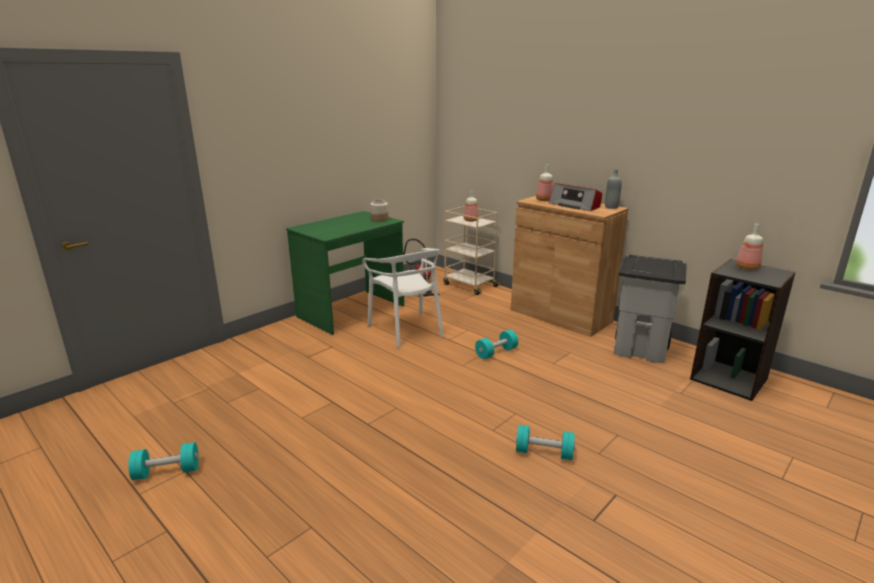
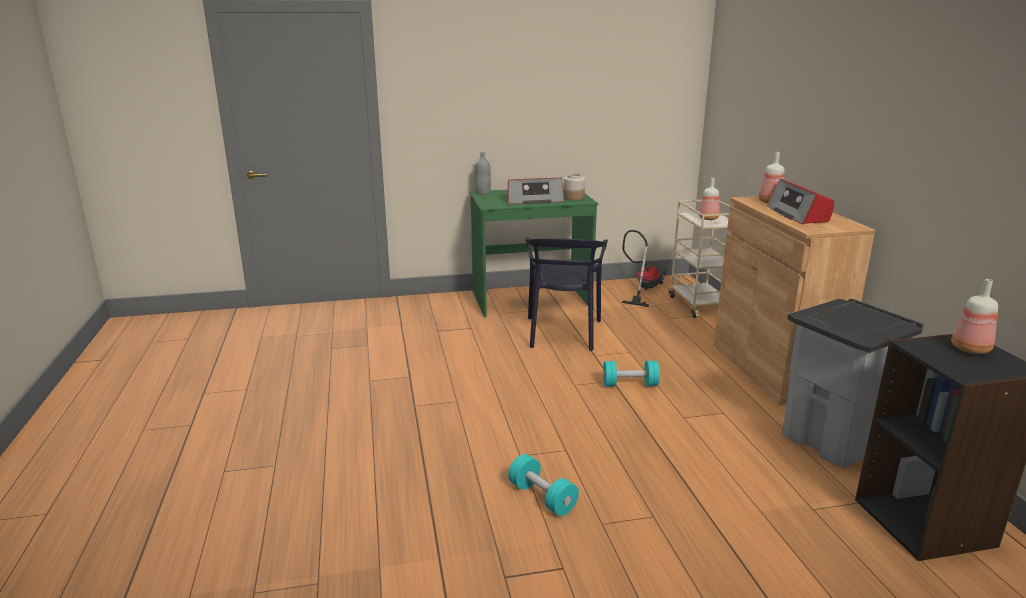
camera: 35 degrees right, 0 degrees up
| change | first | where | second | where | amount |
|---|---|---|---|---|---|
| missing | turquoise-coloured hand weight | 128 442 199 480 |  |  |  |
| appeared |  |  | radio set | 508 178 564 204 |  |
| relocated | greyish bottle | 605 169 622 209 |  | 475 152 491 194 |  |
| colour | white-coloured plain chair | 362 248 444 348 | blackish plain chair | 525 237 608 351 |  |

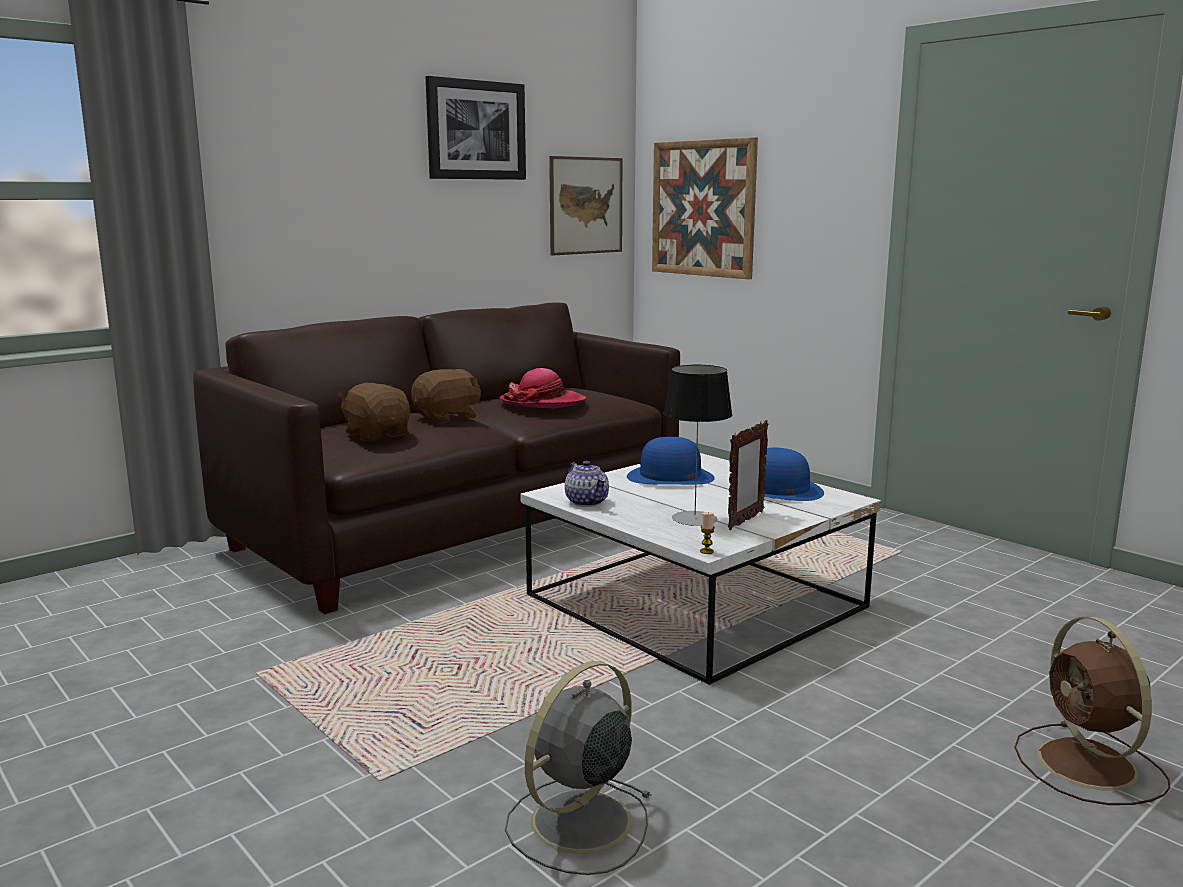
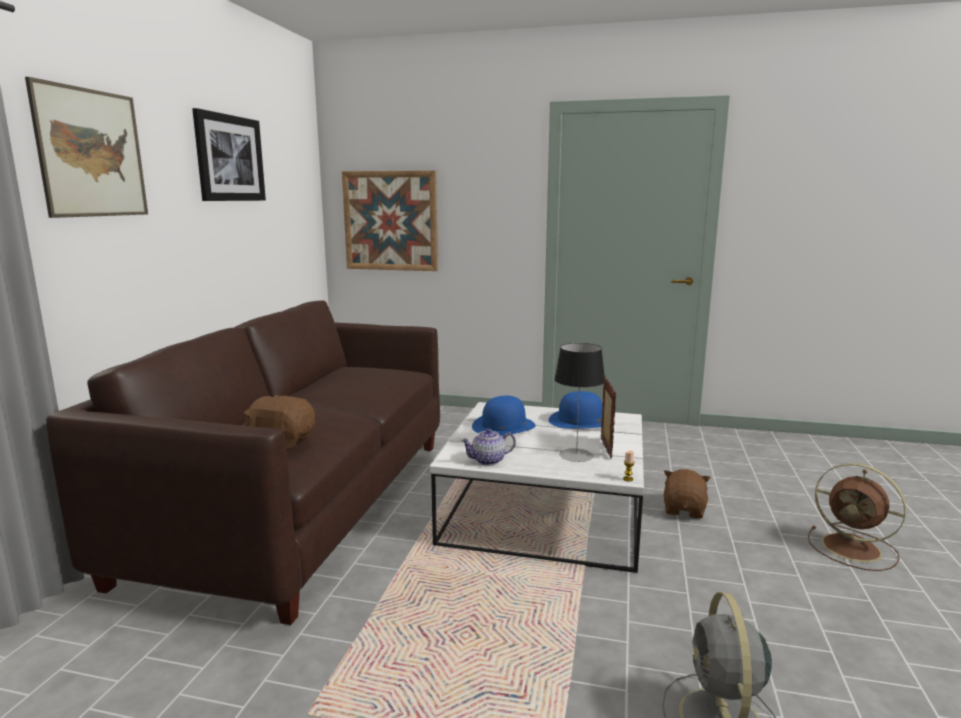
camera: 35 degrees left, 0 degrees up
| change | first | where | second | where | amount |
|---|---|---|---|---|---|
| missing | wearable hat | 499 368 587 409 |  |  |  |
| relocated | brown soft toy | 411 369 481 423 |  | 664 469 711 519 |  |
| relocated | picture | 549 156 622 256 |  | 25 77 148 218 |  |
| spun | tea pot | 565 461 609 507 |  | 461 428 516 465 | 135 degrees clockwise |

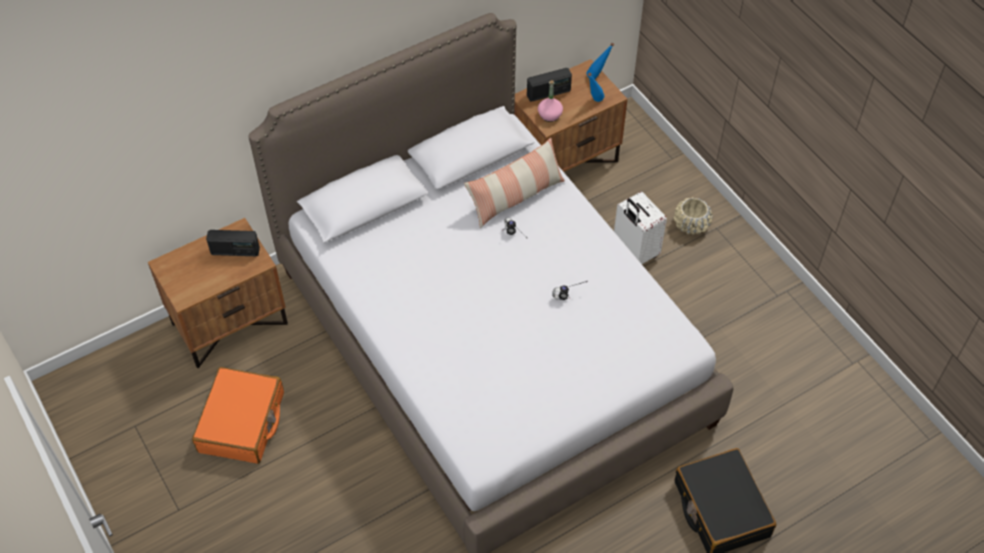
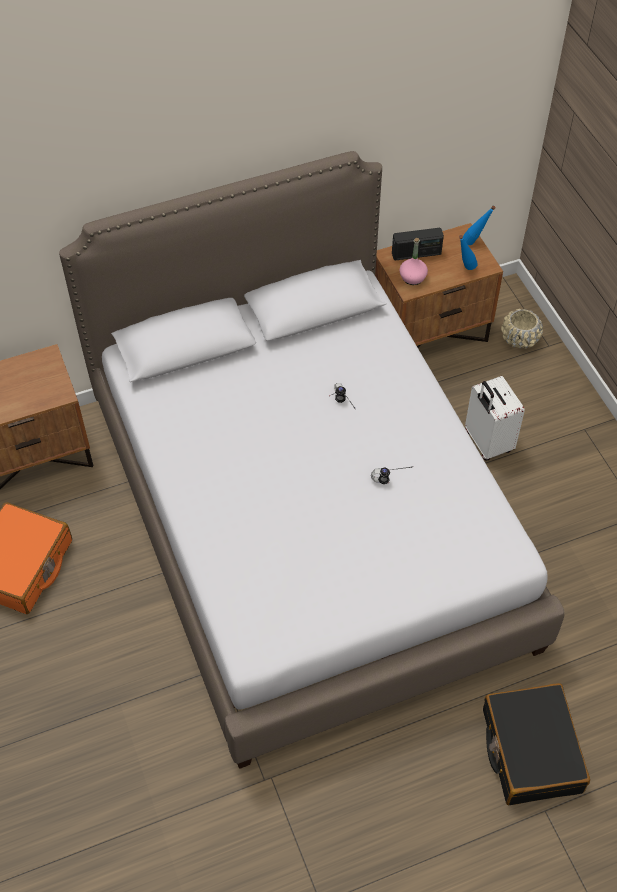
camera: 10 degrees right, 0 degrees up
| change | first | where | second | where | amount |
|---|---|---|---|---|---|
| missing | radio set | 206 230 260 256 |  |  |  |
| missing | throw pillow | 464 138 565 228 |  |  |  |
| relocated | beige flower pot | 674 197 713 235 |  | 501 309 543 349 |  |

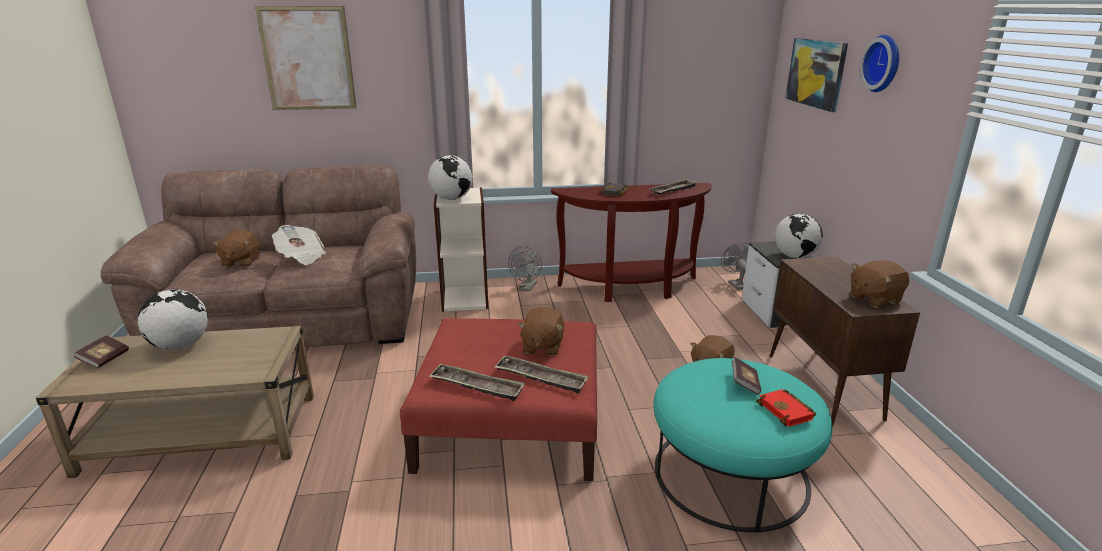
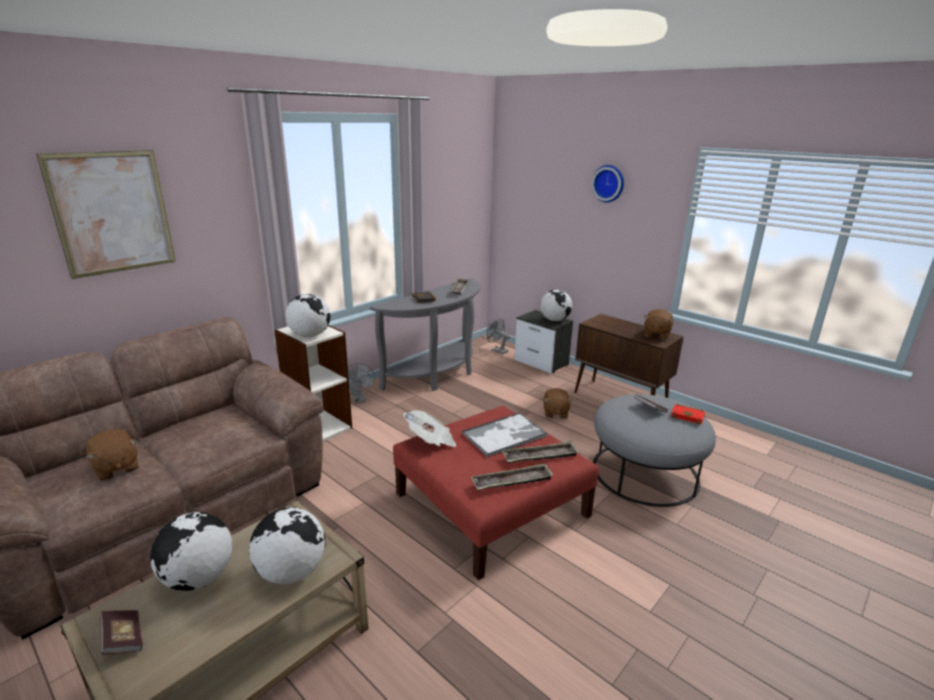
camera: 40 degrees left, 0 degrees up
| change | first | where | second | where | amount |
|---|---|---|---|---|---|
| missing | picture | 785 38 848 112 |  |  |  |
| appeared |  |  | globe | 249 507 325 584 |  |
| relocated | daily paper | 272 225 326 265 |  | 403 410 457 447 |  |
| exchanged | brown soft toy | 518 307 564 356 | tray | 462 413 547 457 |  |
| colour | brown hall table | 551 183 712 302 | greyish hall table | 370 278 480 391 |  |
| colour | turquoise-coloured pouffe | 653 358 832 532 | greyish pouffe | 593 394 716 507 |  |

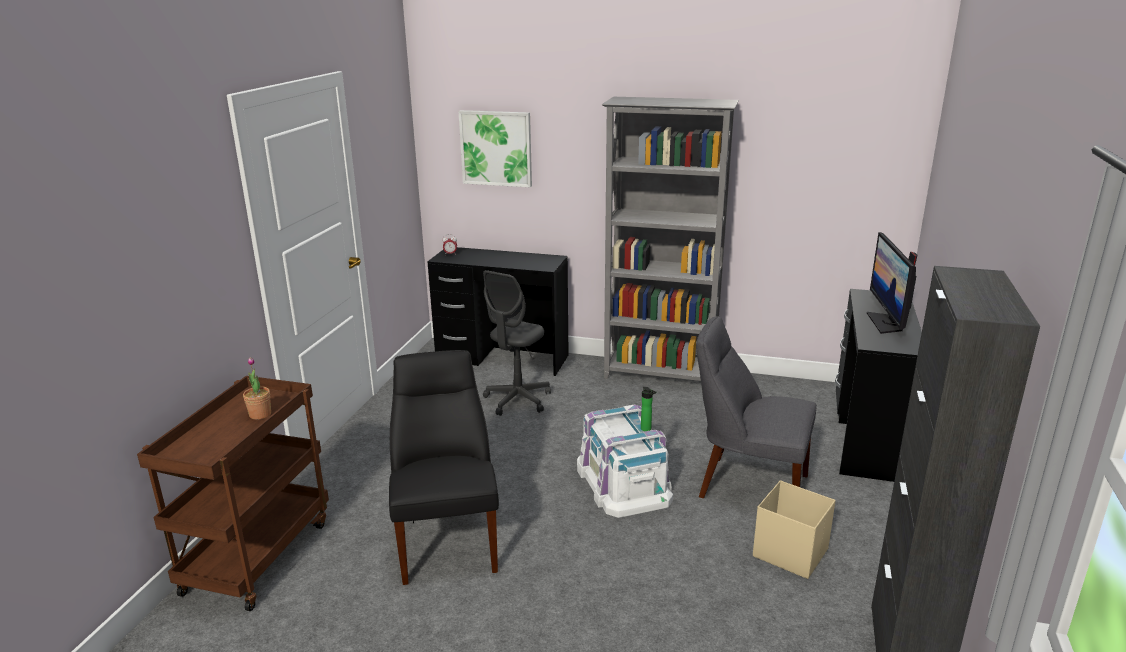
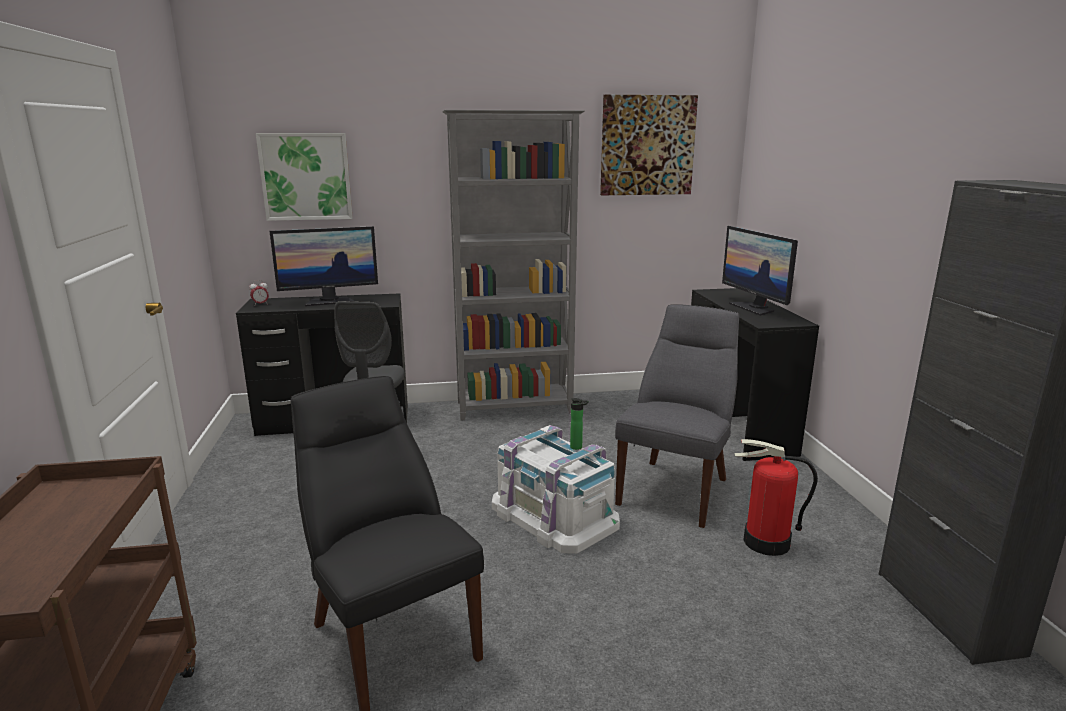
camera: 25 degrees left, 5 degrees down
| change | first | where | second | where | amount |
|---|---|---|---|---|---|
| missing | houseplant | 243 357 271 420 |  |  |  |
| appeared |  |  | computer screen | 269 226 378 306 |  |
| appeared |  |  | picture | 600 95 698 195 |  |
| exchanged | beige storage container | 753 480 836 579 | fire extinguisher | 734 439 818 556 |  |
| spun | greyish plain chair | 696 316 817 498 |  | 615 304 739 528 | 120 degrees clockwise |

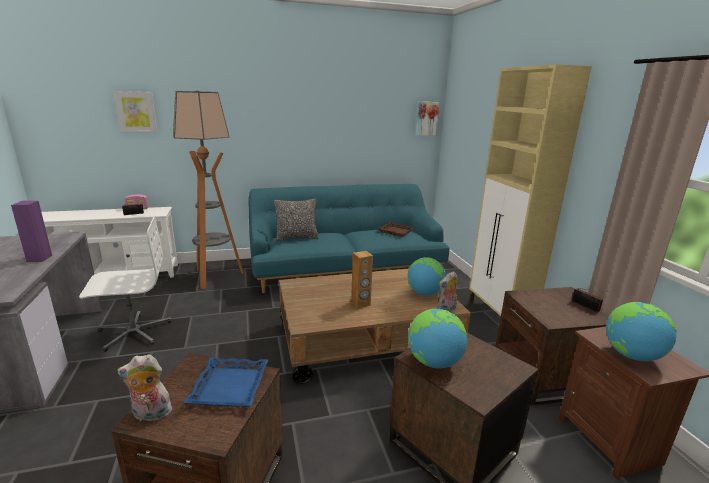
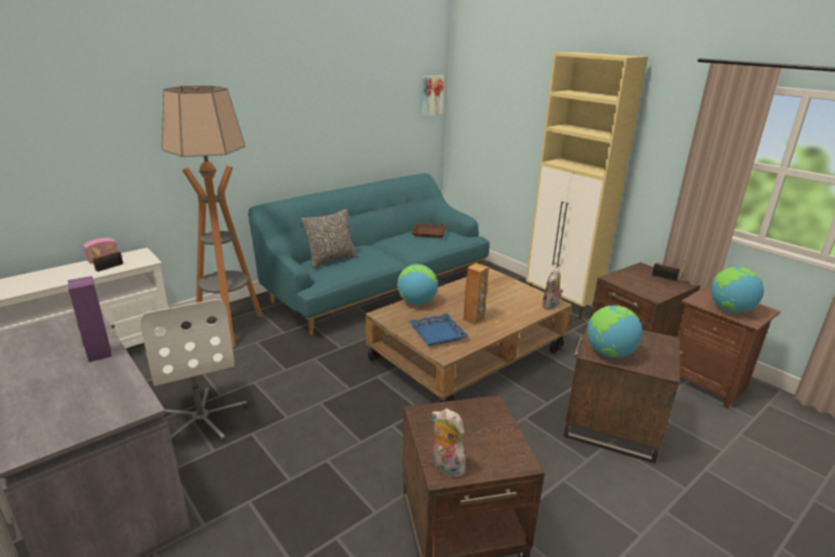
camera: 25 degrees left, 5 degrees up
| change | first | where | second | where | amount |
|---|---|---|---|---|---|
| missing | picture | 114 91 157 133 |  |  |  |
| relocated | blue tray | 183 357 268 407 |  | 409 313 468 346 |  |
| relocated | globe | 407 257 446 296 |  | 397 264 438 305 |  |
| spun | white-coloured computer chair | 79 214 171 352 |  | 140 299 248 442 | 105 degrees clockwise |
| spun | soft toy | 117 354 175 421 |  | 431 409 469 478 | 75 degrees clockwise |

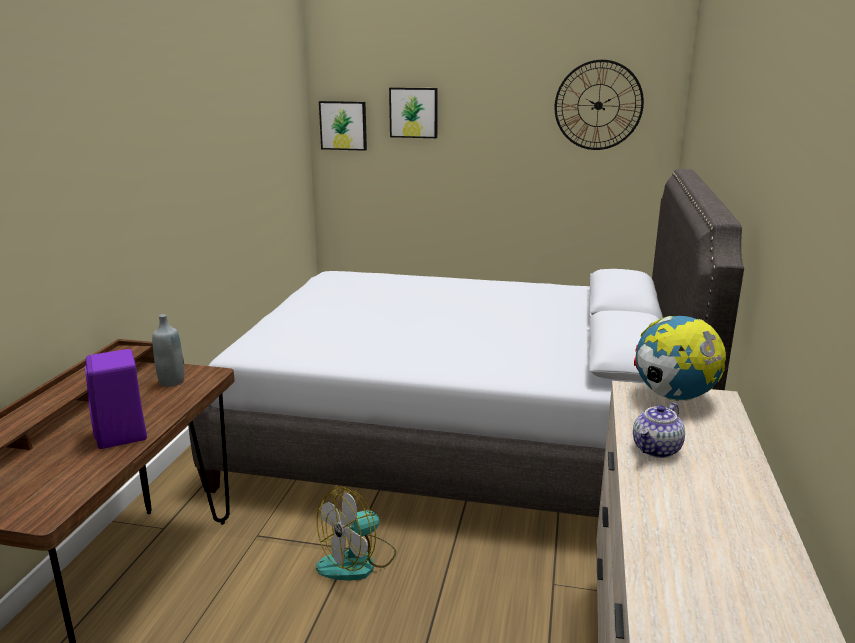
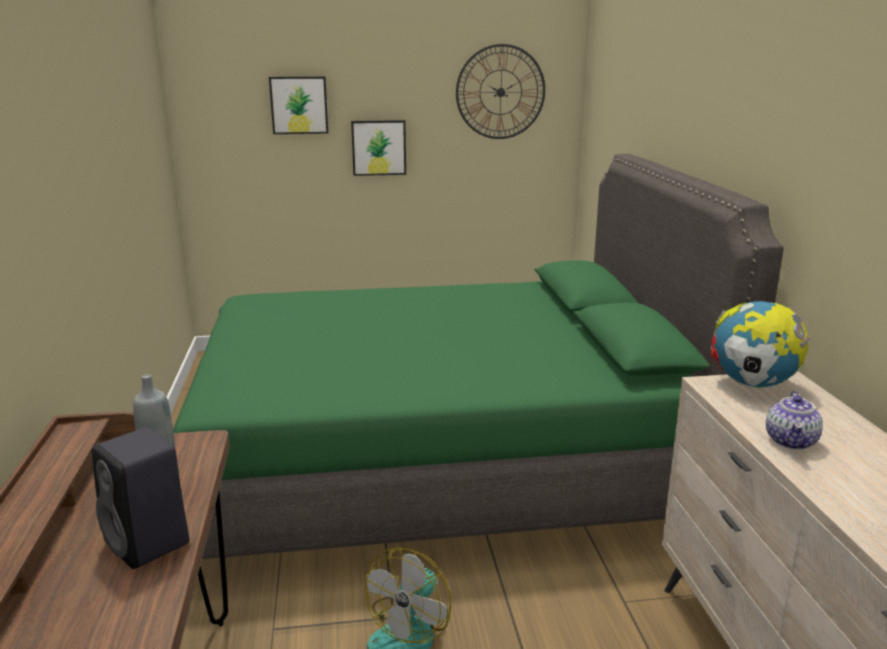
camera: 20 degrees left, 0 degrees up
| change | first | where | second | where | amount |
|---|---|---|---|---|---|
| relocated | picture | 319 101 367 151 |  | 351 120 406 176 |  |
| colour | purple speaker | 85 349 147 449 | blackish speaker | 92 427 189 569 |  |
| colour | greyish bed | 188 169 744 517 | green bed | 173 154 784 559 |  |

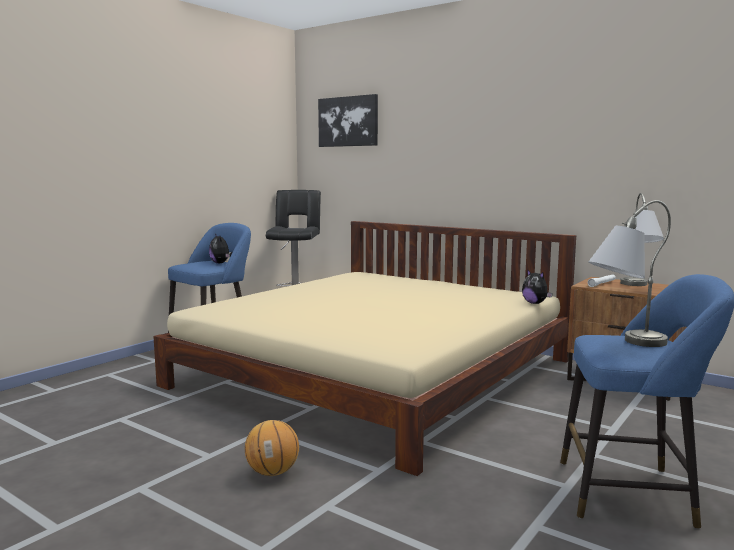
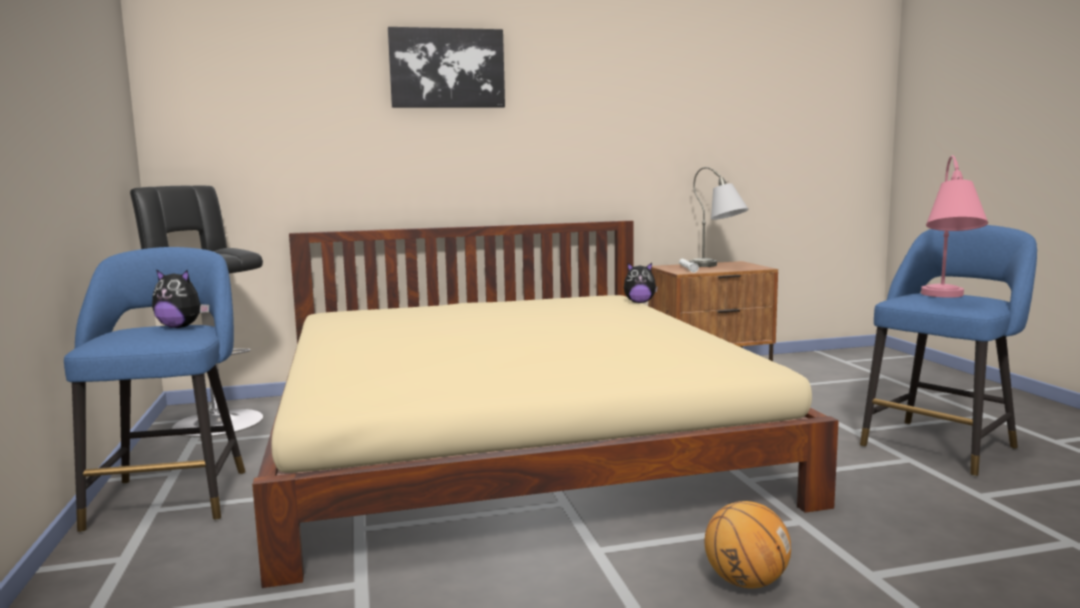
camera: 50 degrees left, 0 degrees up
| change | first | where | second | where | amount |
|---|---|---|---|---|---|
| relocated | picture | 318 94 378 147 |  | 388 27 505 108 |  |
| colour | greyish table lamp | 589 200 671 347 | pink-coloured table lamp | 921 155 988 298 |  |

